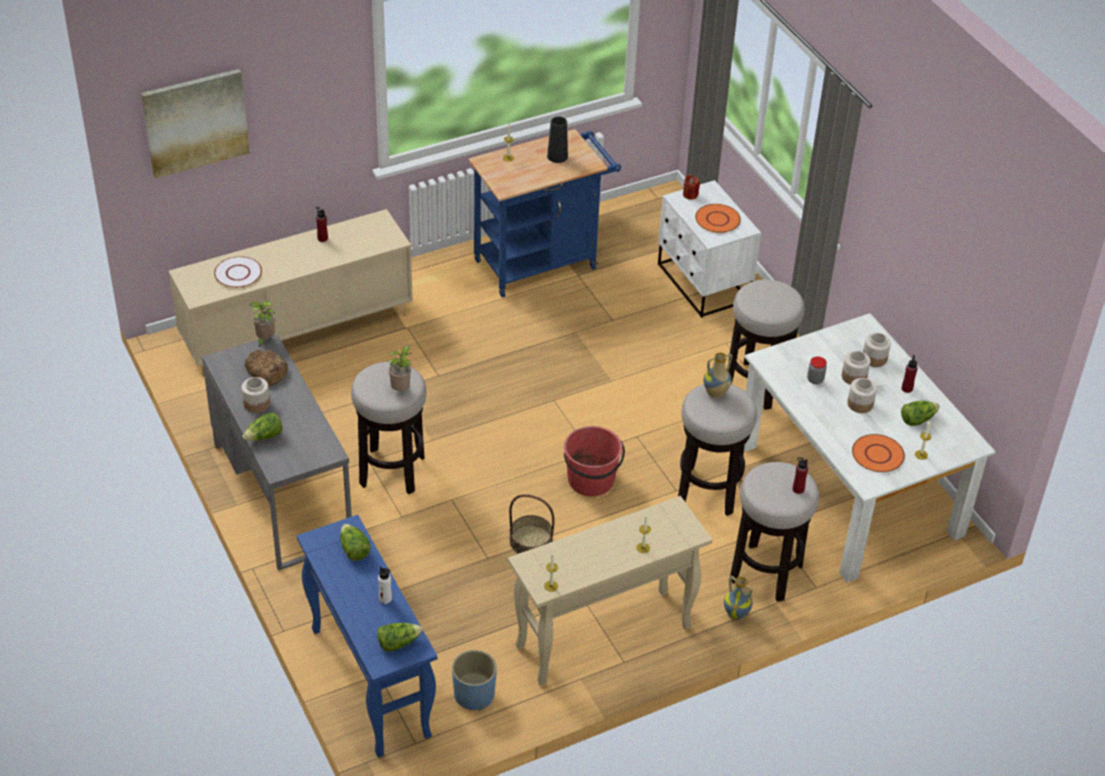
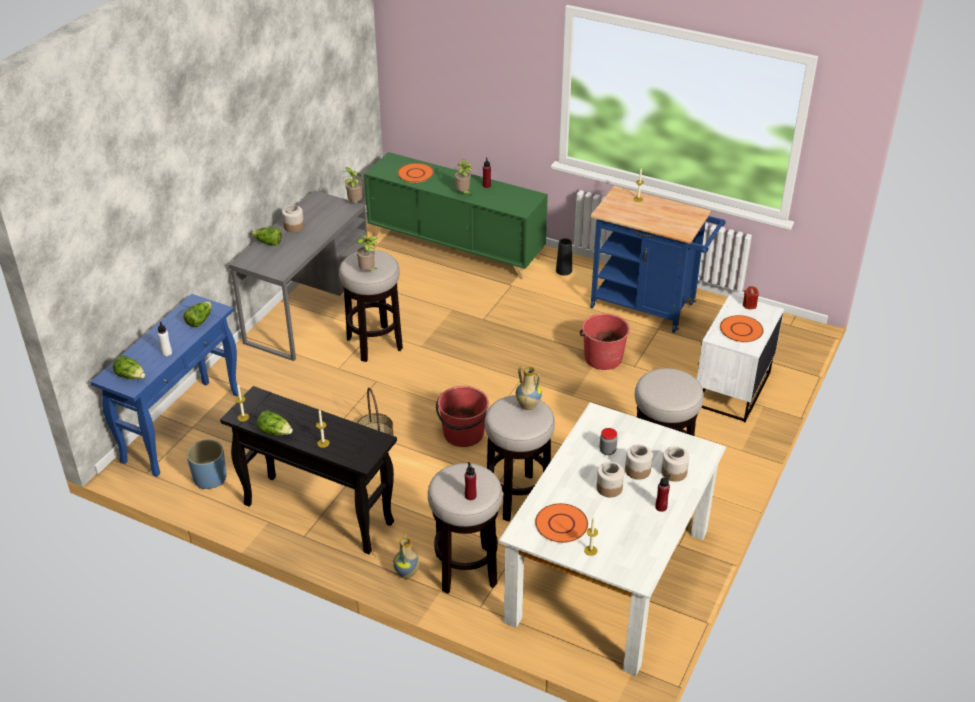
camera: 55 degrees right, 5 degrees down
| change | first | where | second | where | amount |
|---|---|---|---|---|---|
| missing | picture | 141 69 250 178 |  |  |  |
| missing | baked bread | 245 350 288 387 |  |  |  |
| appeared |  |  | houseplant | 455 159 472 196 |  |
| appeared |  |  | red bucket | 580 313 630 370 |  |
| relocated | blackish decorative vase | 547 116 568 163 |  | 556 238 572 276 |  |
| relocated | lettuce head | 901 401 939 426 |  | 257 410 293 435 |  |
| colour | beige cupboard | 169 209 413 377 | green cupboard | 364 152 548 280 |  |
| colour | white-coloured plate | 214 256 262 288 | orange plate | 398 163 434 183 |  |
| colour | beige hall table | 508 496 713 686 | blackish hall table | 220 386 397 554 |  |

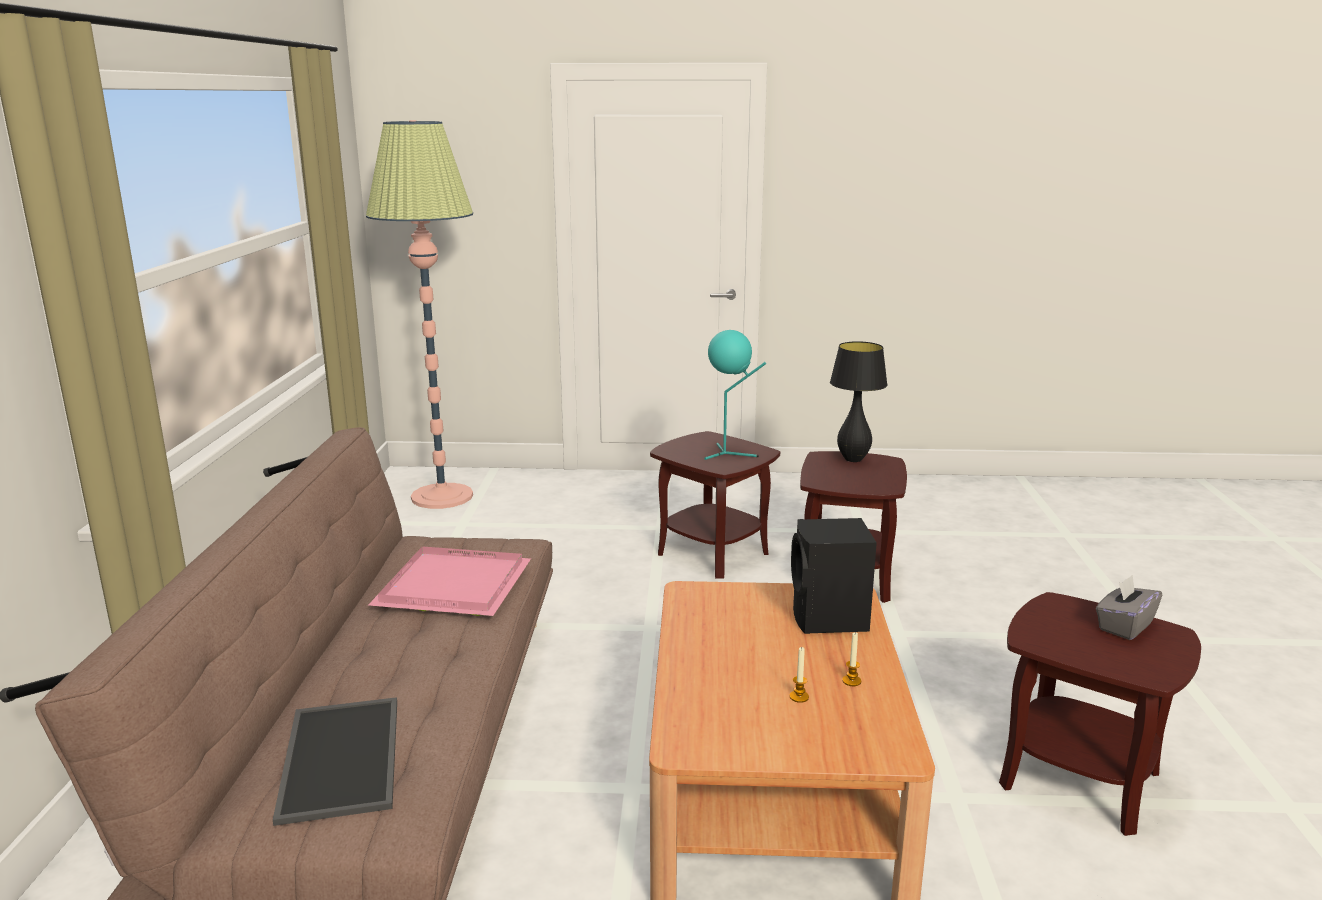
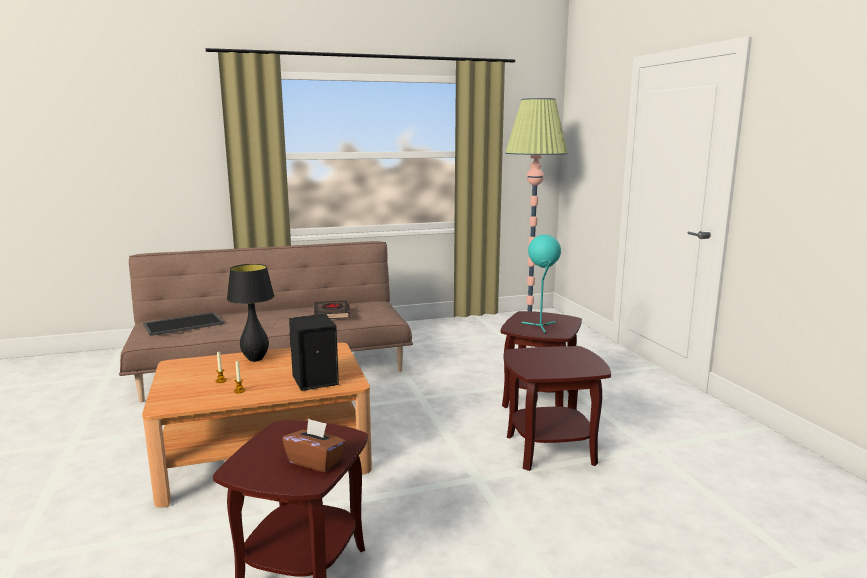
camera: 70 degrees right, 5 degrees down
| change | first | where | second | where | amount |
|---|---|---|---|---|---|
| relocated | blackish table lamp | 830 341 888 462 |  | 227 264 275 362 |  |
| exchanged | pink-coloured tray | 369 546 531 616 | blackish volume | 314 300 350 319 |  |
| colour | greyish tissue holder | 1096 575 1162 640 | brown tissue holder | 282 418 346 472 |  |

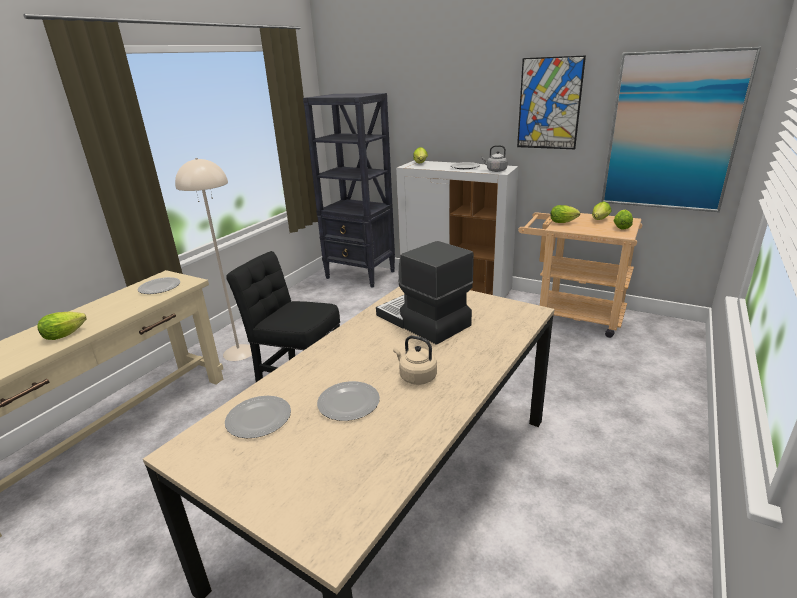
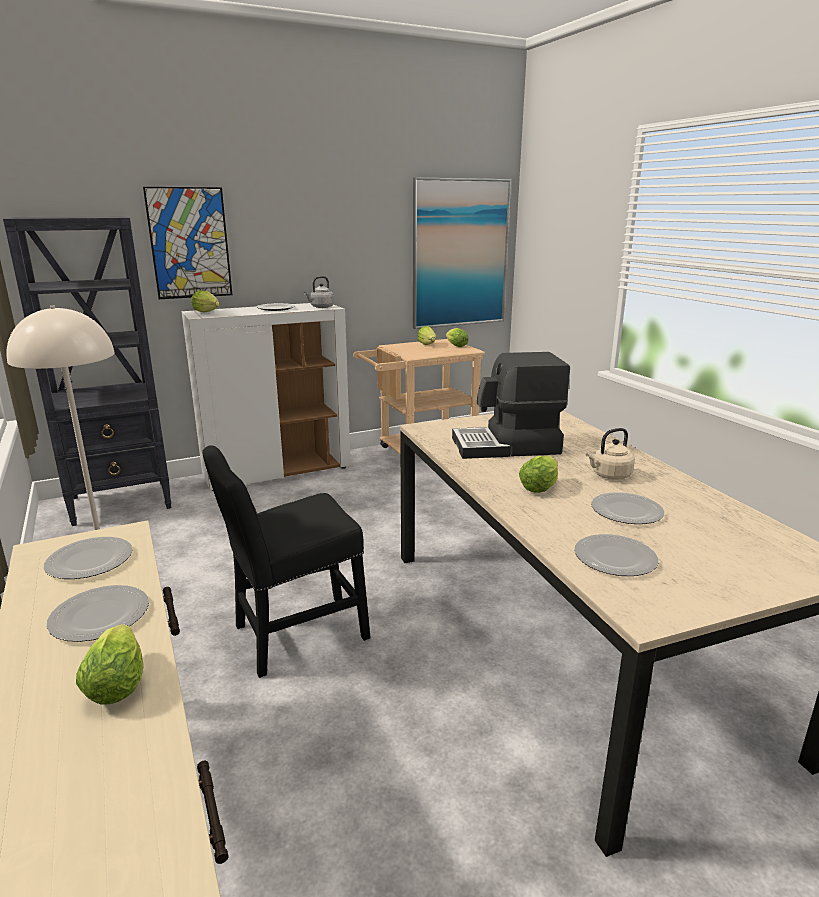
camera: 55 degrees left, 5 degrees down
| change | first | where | second | where | amount |
|---|---|---|---|---|---|
| appeared |  |  | plate | 47 585 149 642 |  |
| relocated | picture | 517 55 586 149 |  | 143 187 232 299 |  |
| relocated | lettuce head | 550 205 580 223 |  | 519 455 558 493 |  |

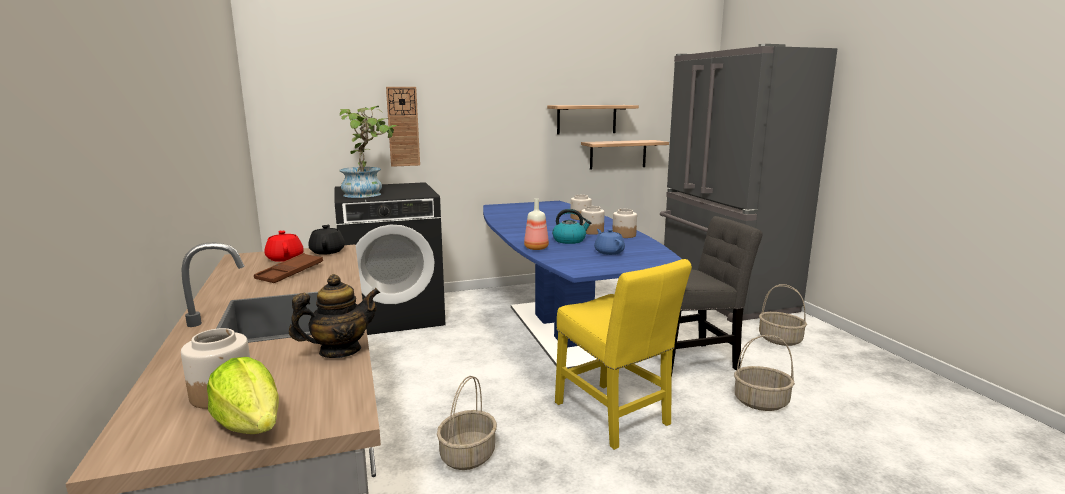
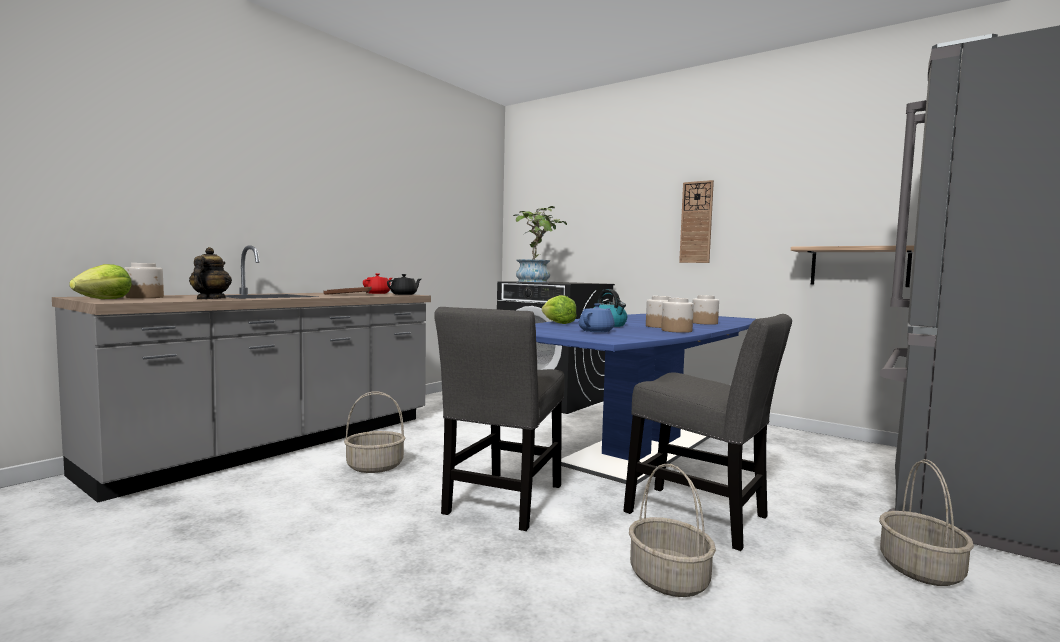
camera: 55 degrees right, 10 degrees down
| change | first | where | second | where | amount |
|---|---|---|---|---|---|
| missing | bracket shelf | 547 105 639 135 |  |  |  |
| relocated | hanging clock | 386 87 420 167 |  | 679 180 714 263 |  |
| exchanged | bottle | 524 199 549 250 | lettuce head | 542 295 577 324 |  |
| colour | yellow plain chair | 555 259 692 450 | greyish plain chair | 434 307 565 531 |  |
| spun | tea pot | 289 274 380 358 |  | 189 247 232 300 | 120 degrees counterclockwise |

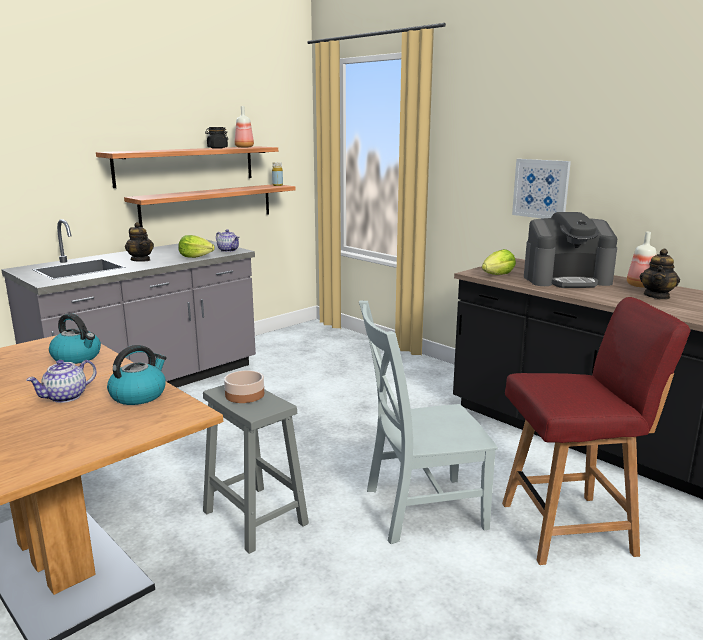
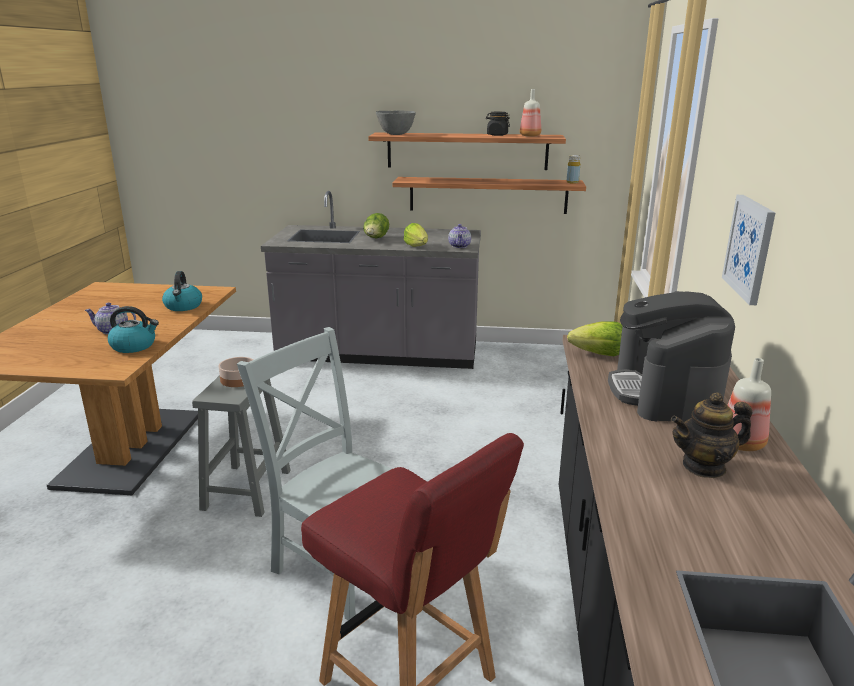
camera: 50 degrees right, 5 degrees up
| change | first | where | second | where | amount |
|---|---|---|---|---|---|
| appeared |  |  | greyish serving bowl | 376 110 416 135 |  |
| exchanged | tea pot | 125 222 154 262 | lettuce head | 363 213 389 238 |  |
| spun | coffee brewer | 524 212 617 288 |  | 608 291 735 422 | 45 degrees clockwise |

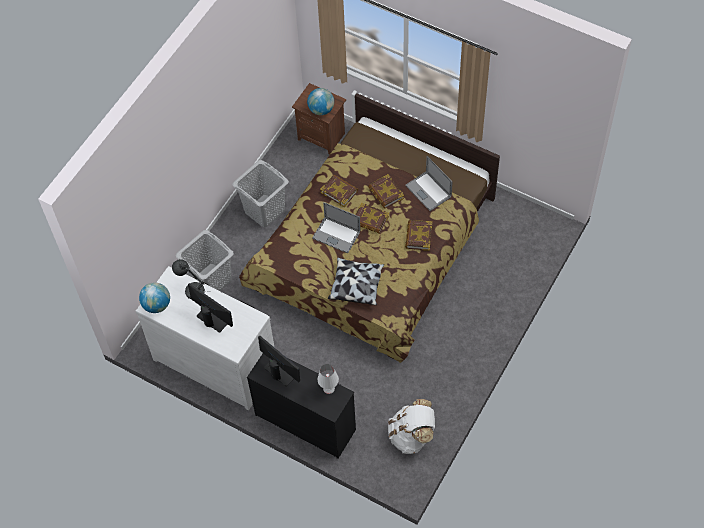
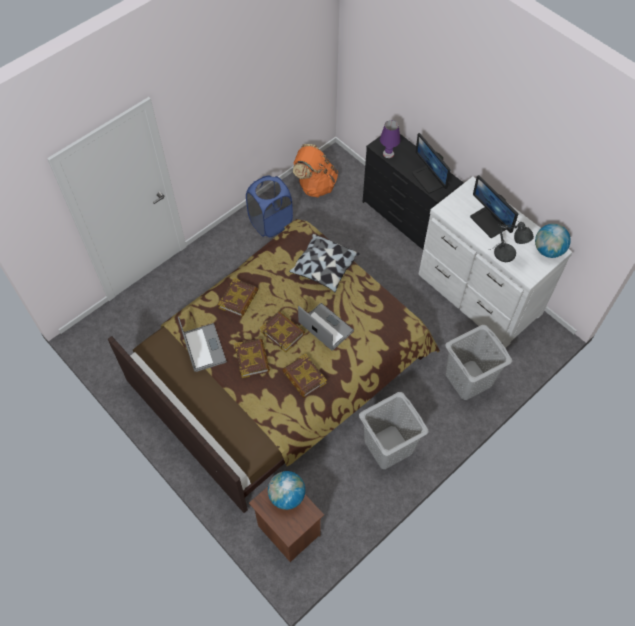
camera: 165 degrees left, 0 degrees up
| change | first | where | second | where | amount |
|---|---|---|---|---|---|
| appeared |  |  | blue hamper | 246 175 293 237 |  |
| colour | white-coloured table lamp | 318 364 339 394 | purple table lamp | 380 120 400 158 |  |
| colour | white-coloured backpack | 388 399 435 454 | orange backpack | 293 144 338 197 |  |

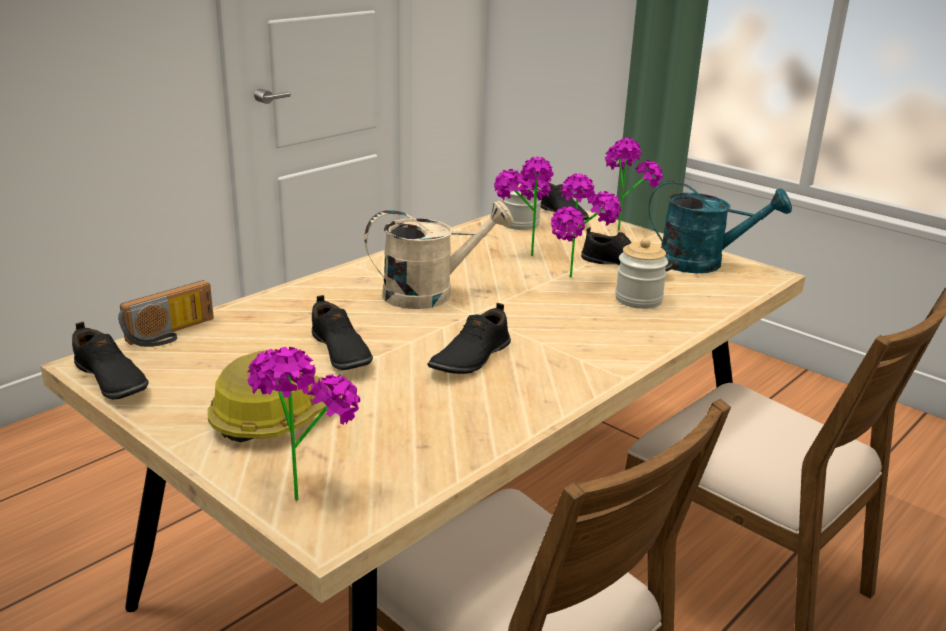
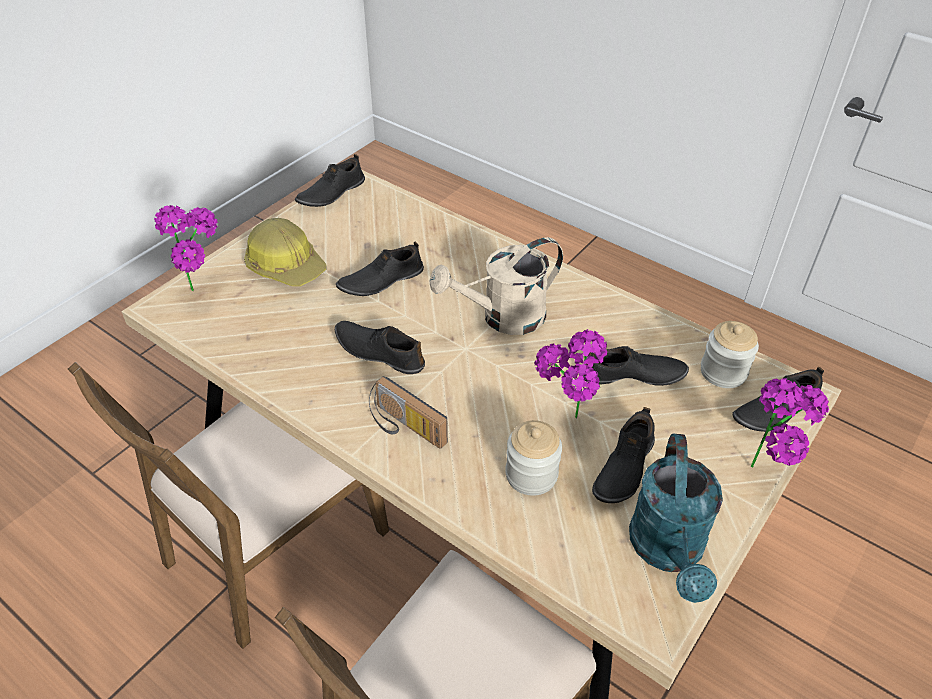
camera: 85 degrees right, 20 degrees up
| change | first | where | second | where | amount |
|---|---|---|---|---|---|
| relocated | radio set | 118 280 214 347 |  | 369 376 448 449 |  |
| exchanged | houseplant | 494 157 554 256 | blackish low shoe | 584 346 689 386 |  |
| spun | beige watering can | 364 200 513 309 |  | 429 237 563 335 | 90 degrees clockwise |

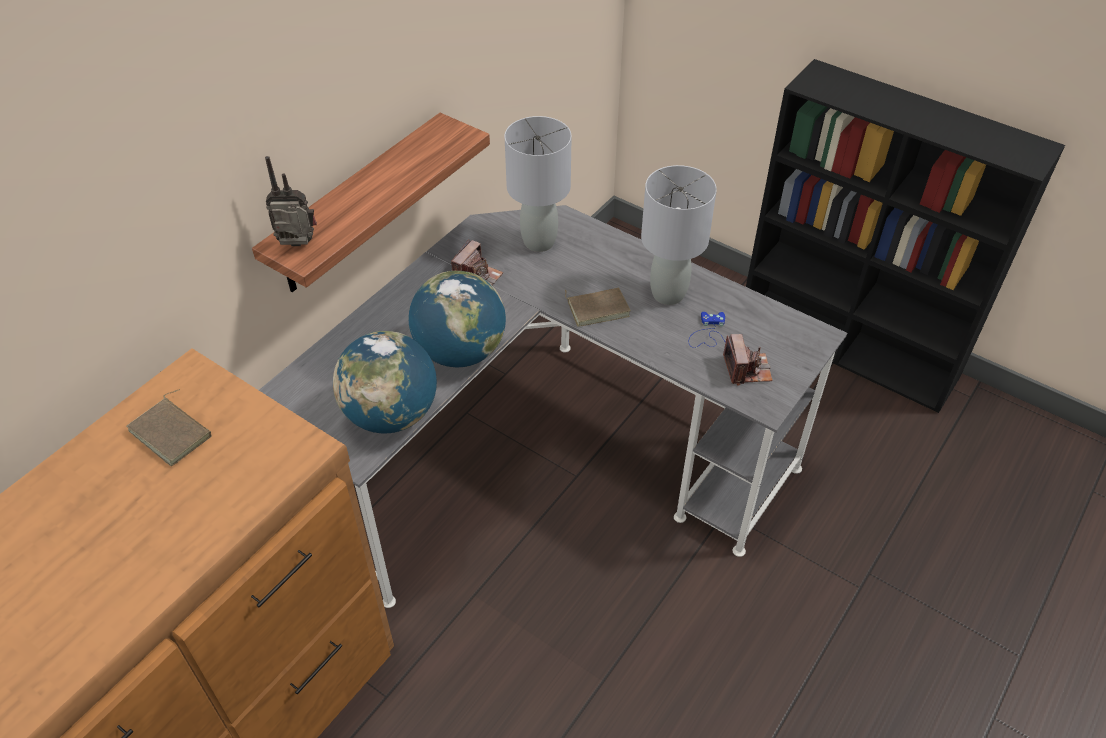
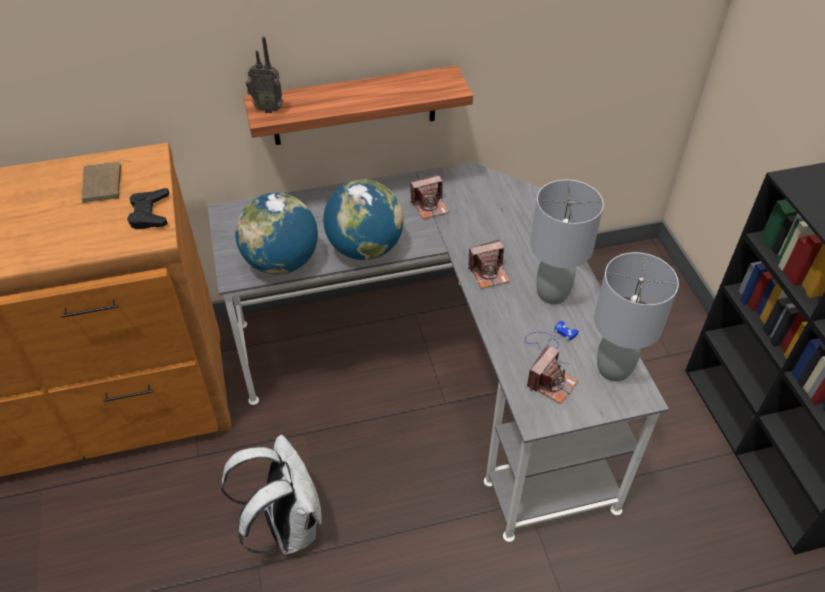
camera: 40 degrees right, 0 degrees up
| change | first | where | second | where | amount |
|---|---|---|---|---|---|
| appeared |  |  | blackish joypad | 127 188 169 229 |  |
| appeared |  |  | white-coloured backpack | 221 435 322 555 |  |
| relocated | greyish table lamp | 504 116 572 252 |  | 594 252 679 382 |  |
| exchanged | brown volume | 565 288 631 327 | still camera | 468 240 510 289 |  |
| spun | radio set | 265 156 317 246 |  | 246 36 283 113 | 150 degrees clockwise |

